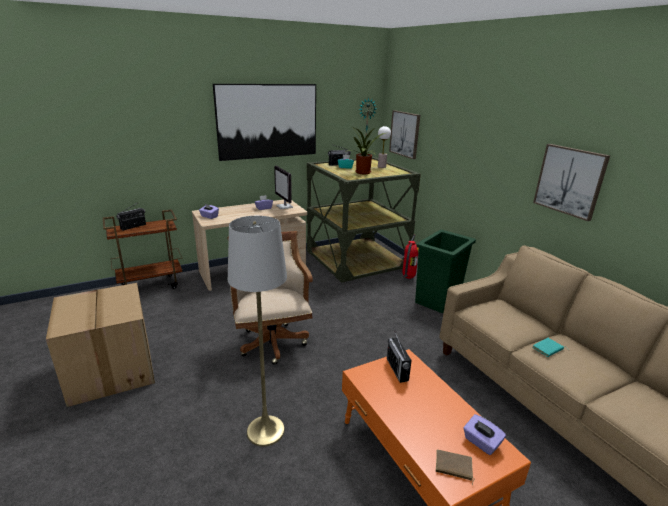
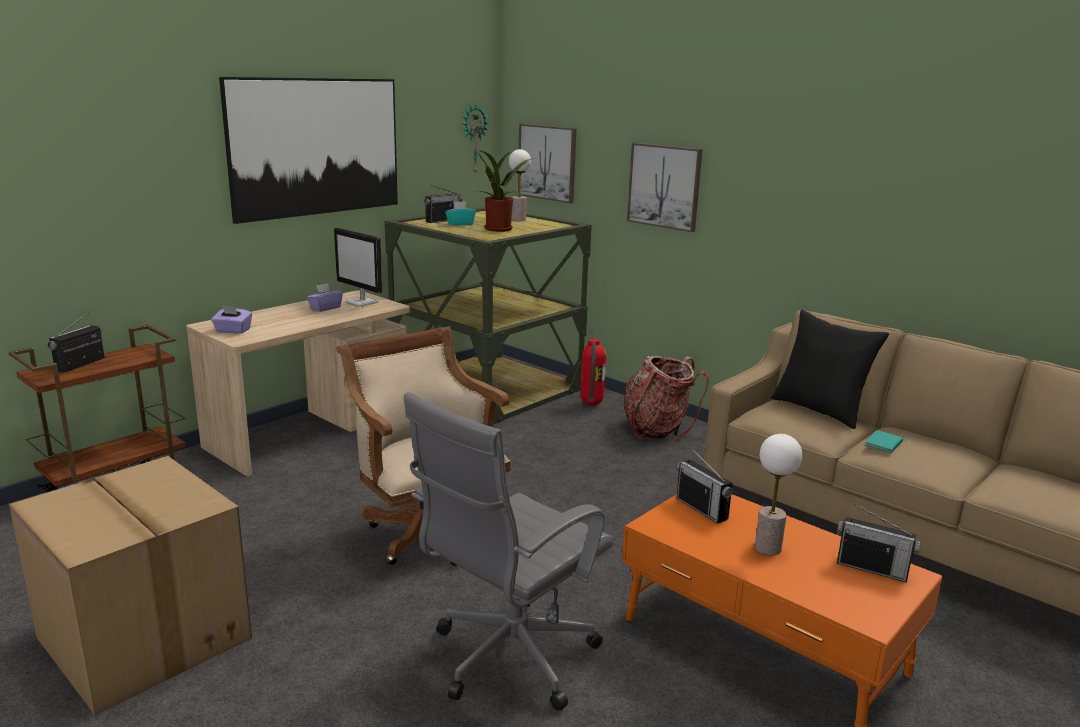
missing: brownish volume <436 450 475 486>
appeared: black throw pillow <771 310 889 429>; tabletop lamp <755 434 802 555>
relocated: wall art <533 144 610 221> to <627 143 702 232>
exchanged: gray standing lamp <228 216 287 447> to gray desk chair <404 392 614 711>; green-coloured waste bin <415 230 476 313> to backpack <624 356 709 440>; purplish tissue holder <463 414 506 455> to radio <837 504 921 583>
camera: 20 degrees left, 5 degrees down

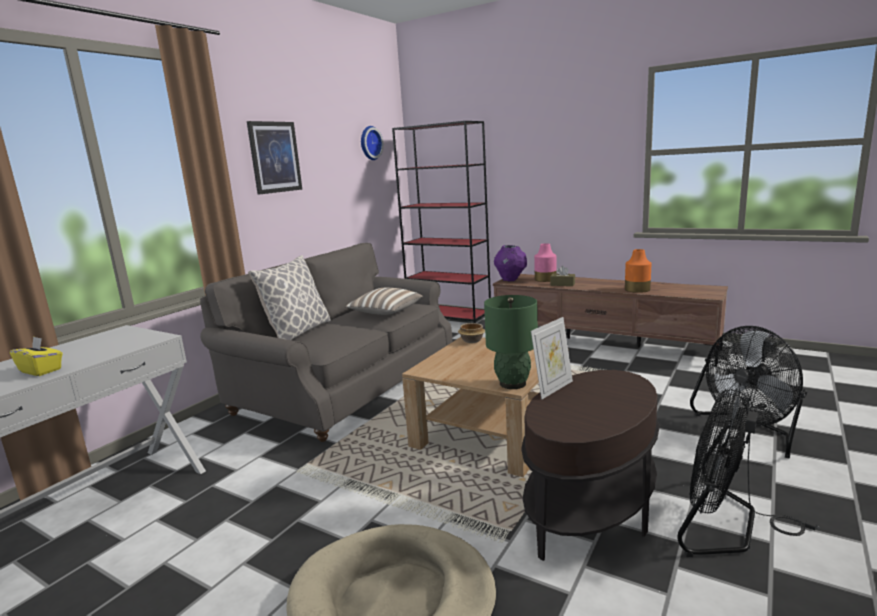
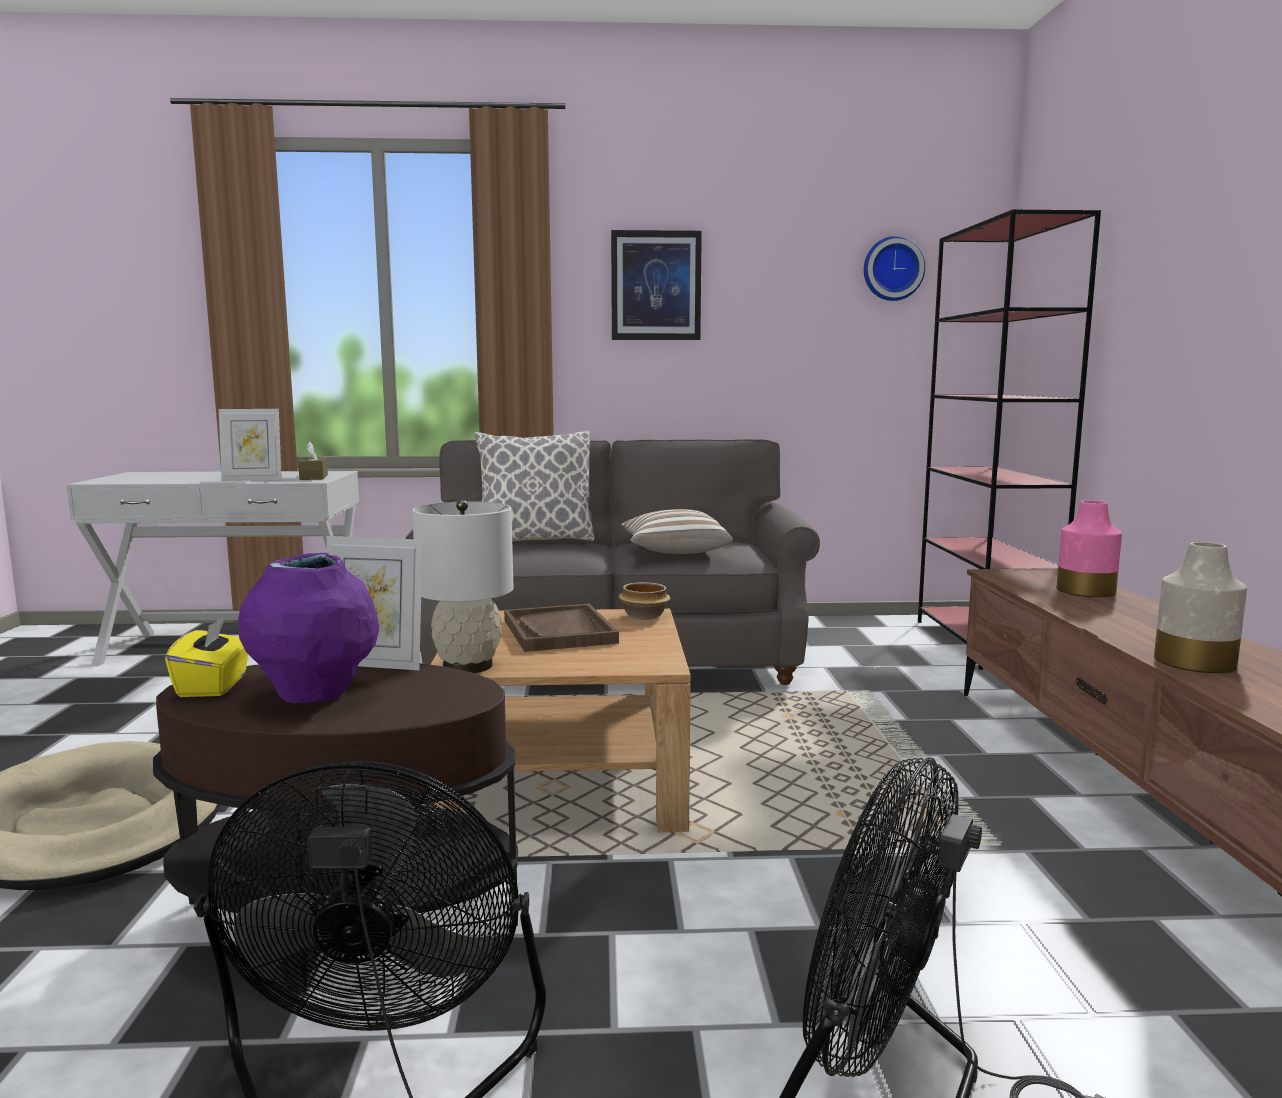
appeared: standing frame <219 409 281 481>; brownish tray <504 604 619 652>
relocated: purplish decorative vase <494 245 527 281> to <238 553 379 703>; brownish tissue holder <550 266 575 286> to <298 442 328 480>; yellowish tissue holder <10 336 63 376> to <165 616 248 697>
colour: orange-coloured decorative vase <625 249 651 293> to sand-coloured decorative vase <1154 542 1247 673>; green-coloured tabletop lamp <484 295 538 389> to whitish tabletop lamp <412 500 514 673>
camera: 55 degrees right, 5 degrees down

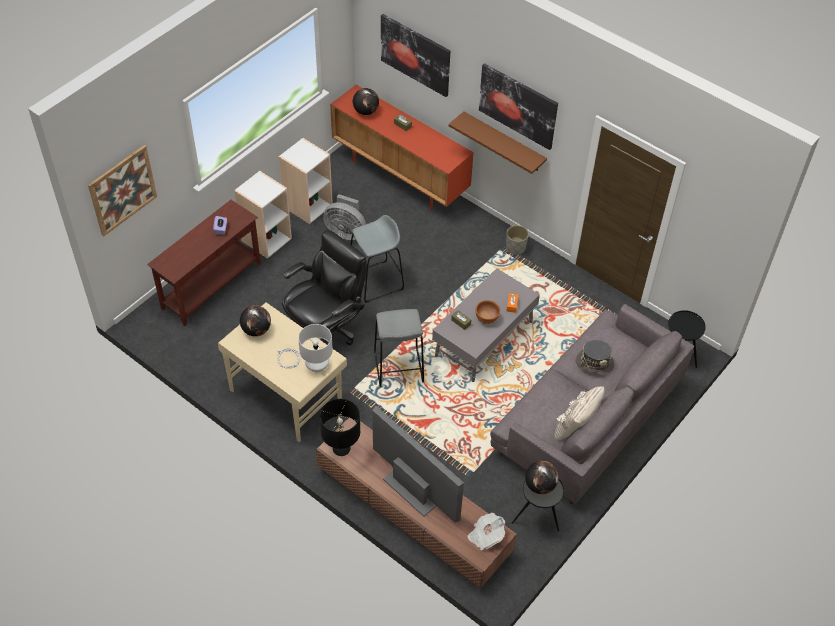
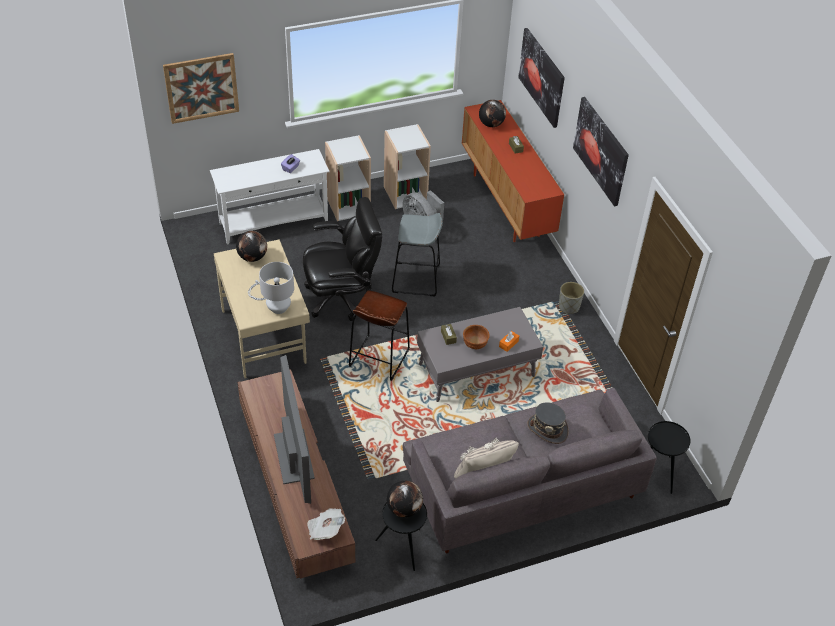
missing: brownish shelf <449 112 547 174>; black tabletop lamp <320 399 360 456>
colour: brownish console table <147 200 261 326> to whitish console table <210 149 330 245>; gray stool seat <374 309 424 387> to brownish stool seat <349 290 410 381>
camera: 30 degrees right, 5 degrees down

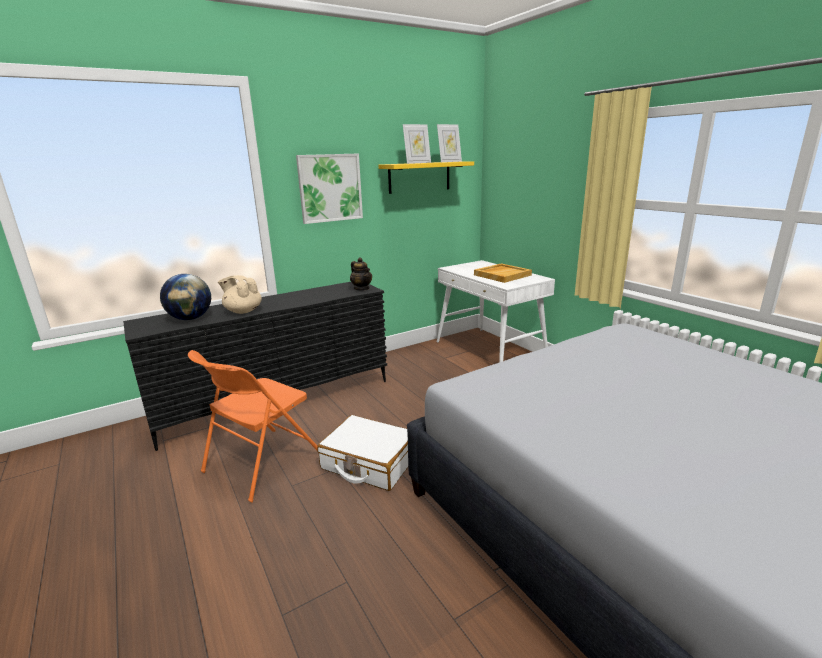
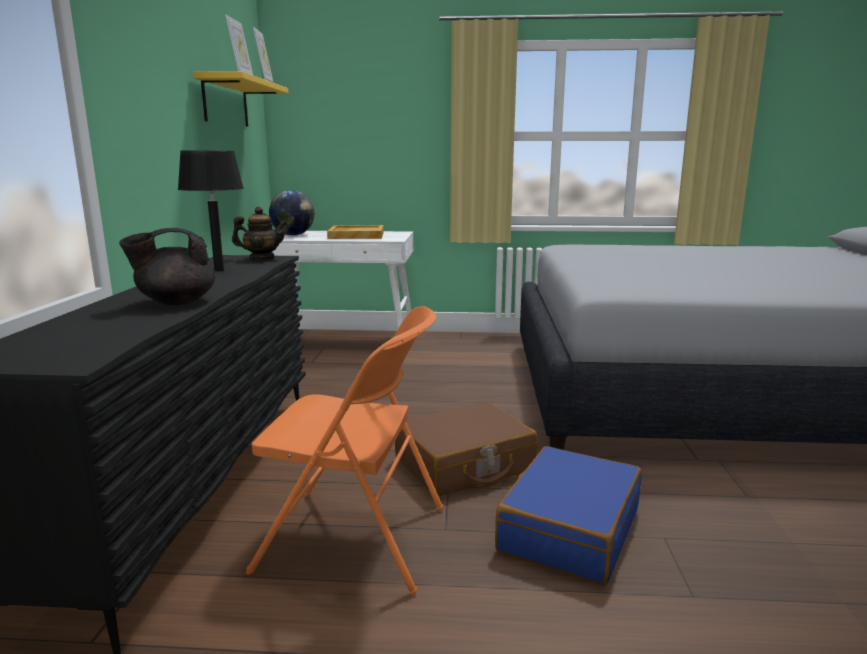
missing: wall art <296 153 363 224>
appeared: black tabletop lamp <178 151 244 271>; bluish travel case <495 446 642 585>
relocated: world globe <160 274 211 320> to <269 190 314 236>
colour: sand-coloured teapot <218 275 262 314> to black teapot <119 228 215 305>; whitish travel case <317 415 408 491> to brownish travel case <395 402 537 496>
spun: orange-coloured plain chair <188 350 317 503> = <246 306 443 597> 60 degrees counterclockwise
camera: 55 degrees left, 5 degrees down

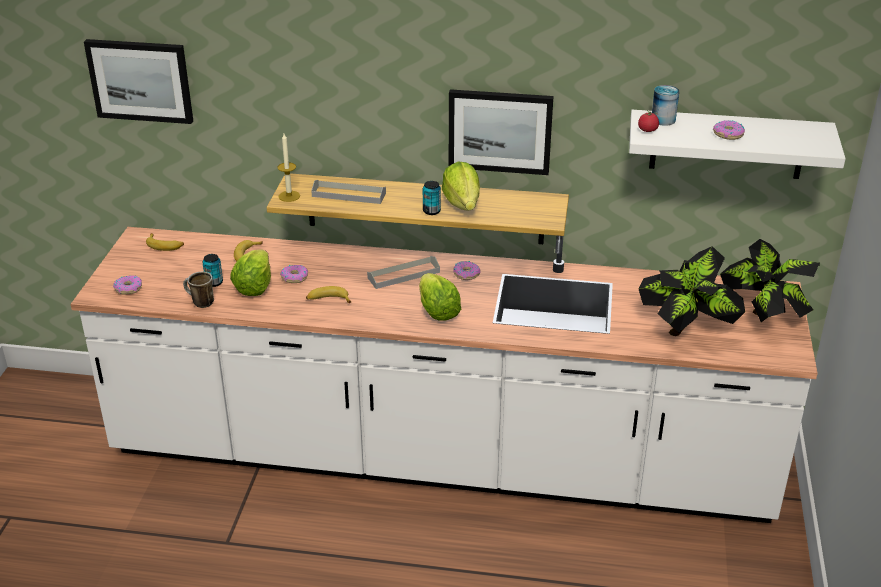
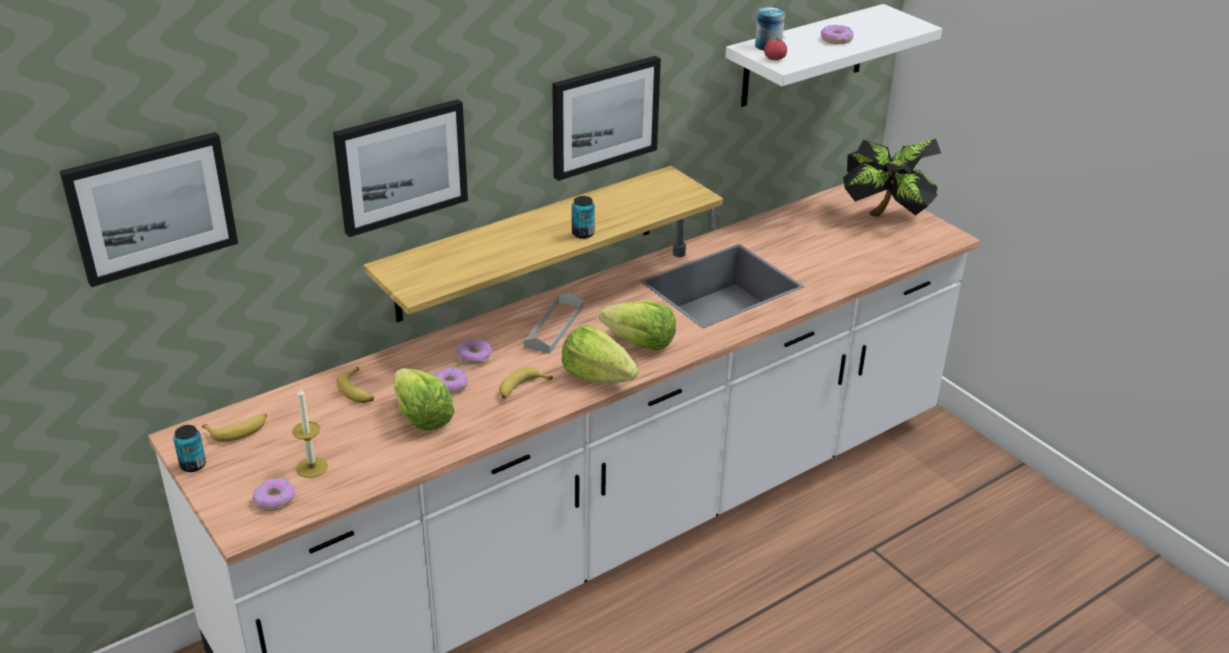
missing: gray tray <311 180 386 204>; plant in a pot <638 246 745 336>; coffee mug <183 272 214 308>
appeared: wall art <333 99 468 237>
relocated: wax light <277 134 300 202> to <292 386 328 478>; head of lettuce <442 161 480 210> to <561 325 639 383>; sealed can <203 254 223 287> to <173 425 206 472>; donut <453 261 481 280> to <456 340 492 365>
camera: 45 degrees left, 0 degrees up

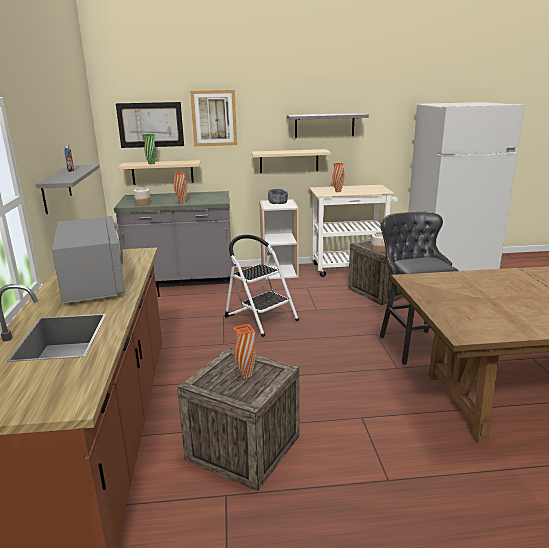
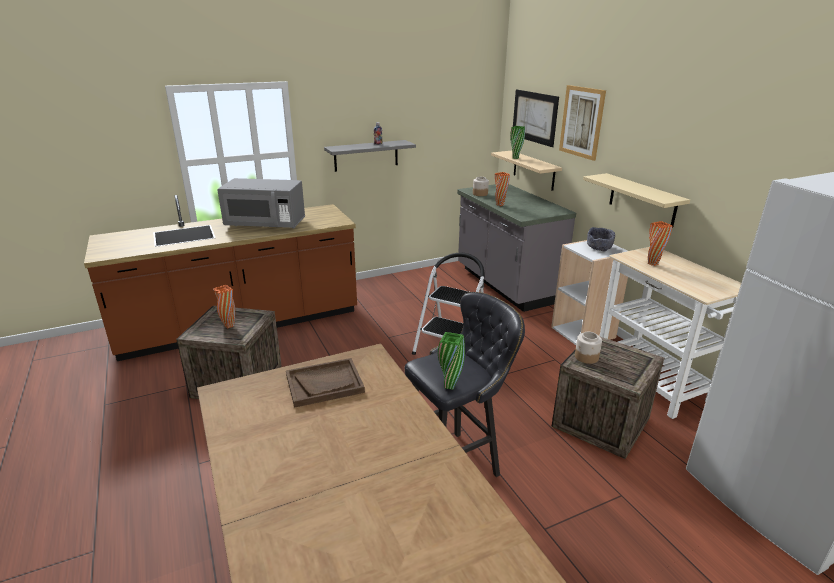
missing: gray shelf <287 113 369 138>
appeared: green-coloured decorative vase <438 332 465 390>; brownish tray <286 358 365 408>
spun: gray microwave oven <52 216 125 304> = <218 178 305 229> 45 degrees clockwise
camera: 70 degrees right, 5 degrees up

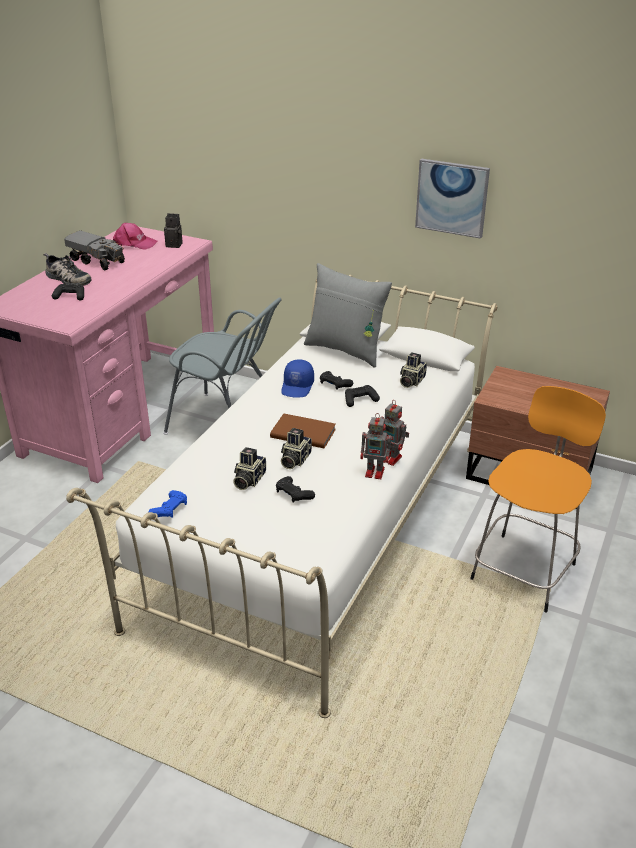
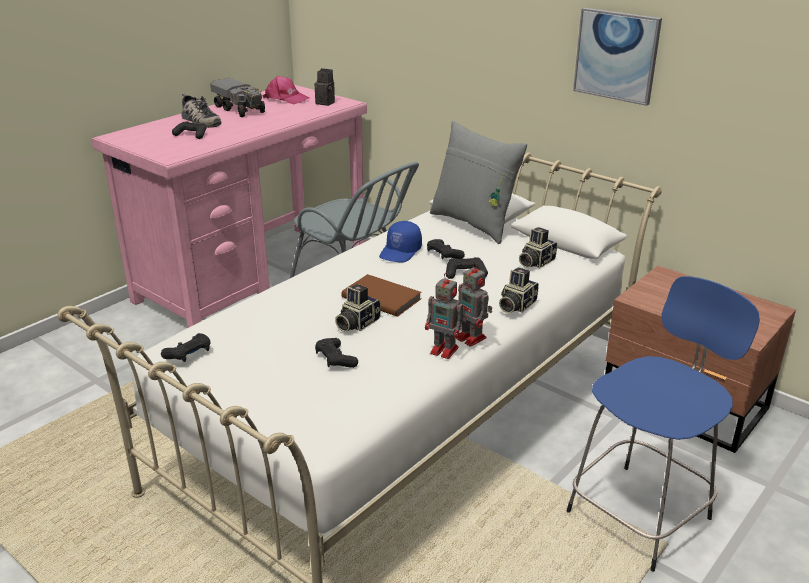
relocated: still camera <233 447 266 490> to <499 267 539 313>
colour: orange-coloured stool seat <470 386 606 613> to bluish stool seat <566 276 760 572>; bluish gamepad <148 490 187 518> to black gamepad <161 333 210 362>
camera: 15 degrees right, 5 degrees down

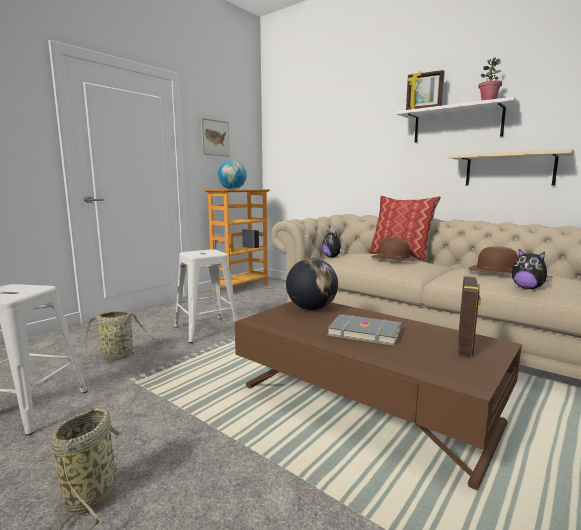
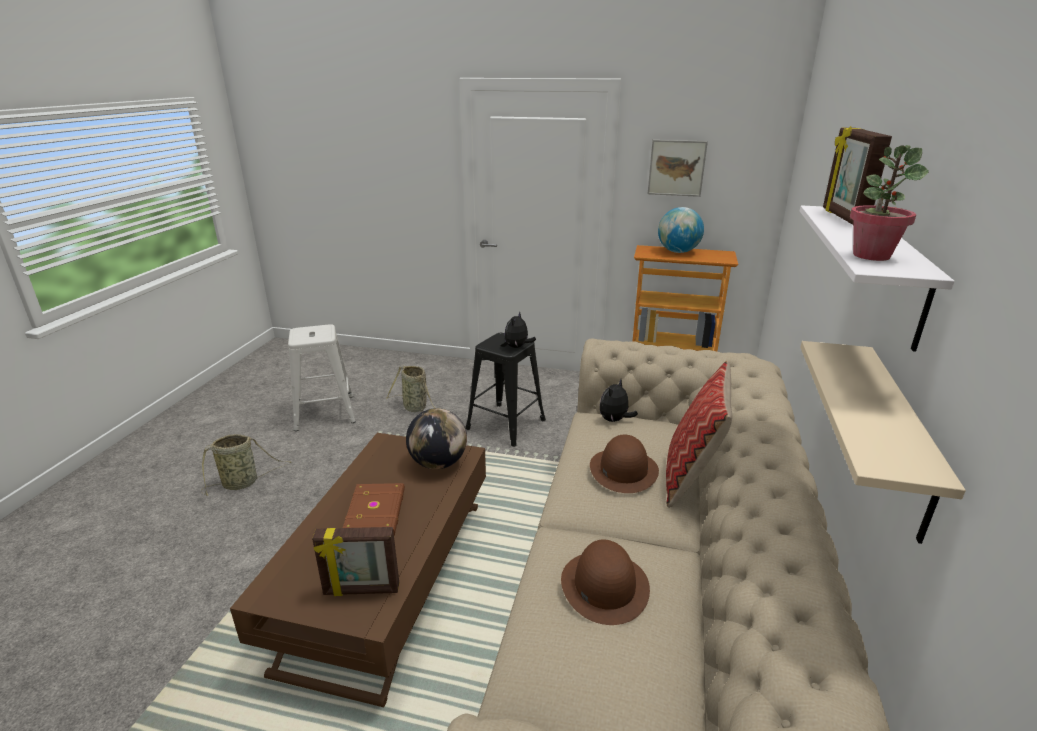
relocated: soft toy <512 249 553 289> to <504 311 536 348>
colour: whitish stool seat <174 249 238 343> to black stool seat <465 333 546 447>; gray volume <327 314 401 346> to brownish volume <343 483 405 535>
camera: 65 degrees right, 15 degrees up

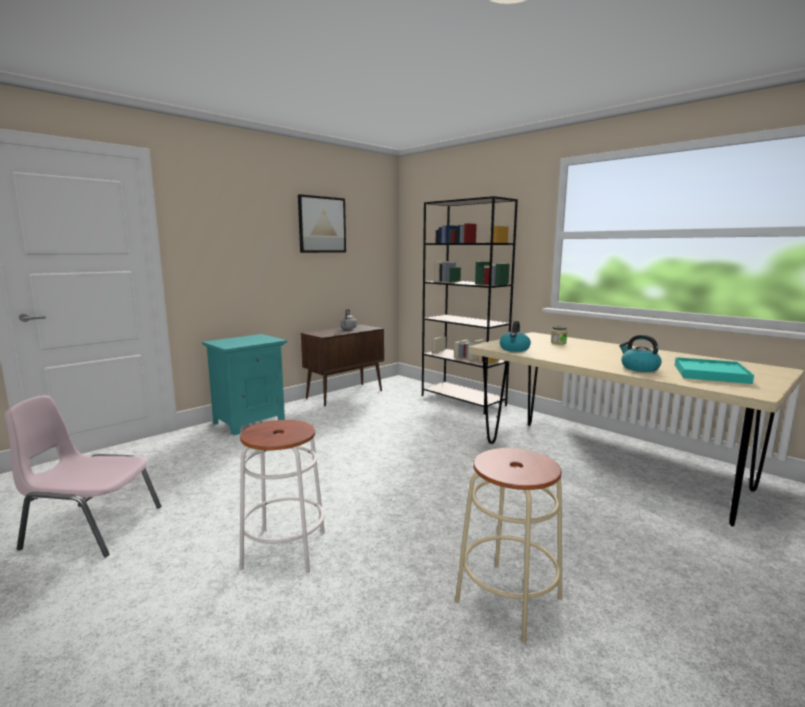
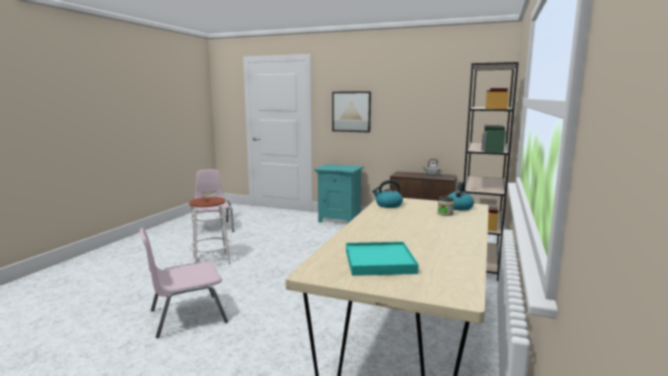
relocated: wall art <298 194 346 253> to <332 91 371 132>; kettle <619 335 661 372> to <447 182 474 211>
exchanged: sand-coloured stool seat <455 448 562 643> to pink plain chair <140 228 228 338>
camera: 65 degrees right, 0 degrees up

